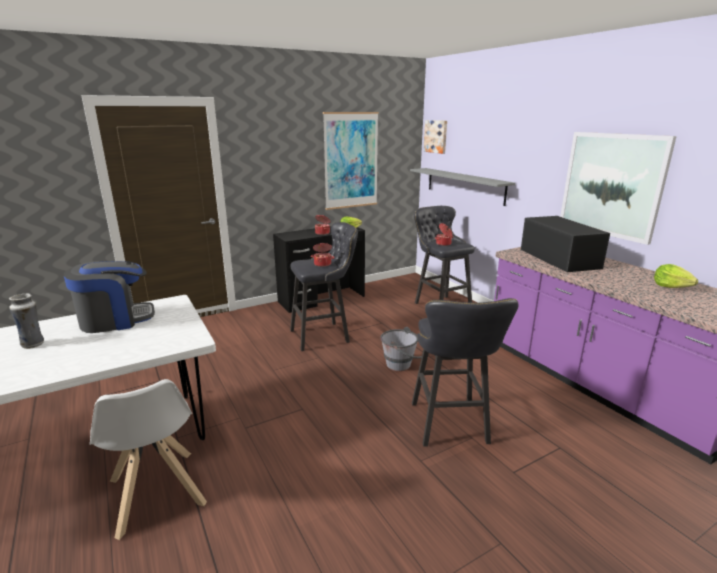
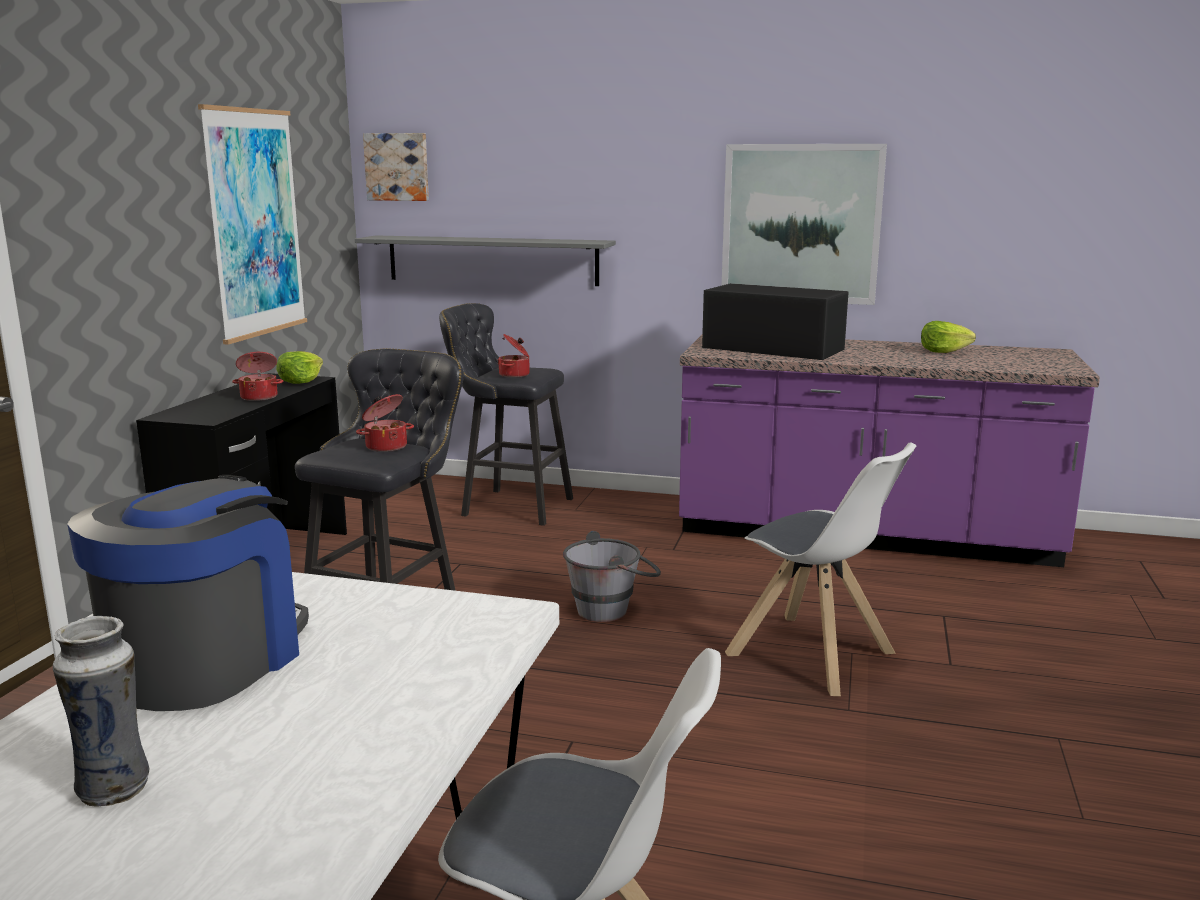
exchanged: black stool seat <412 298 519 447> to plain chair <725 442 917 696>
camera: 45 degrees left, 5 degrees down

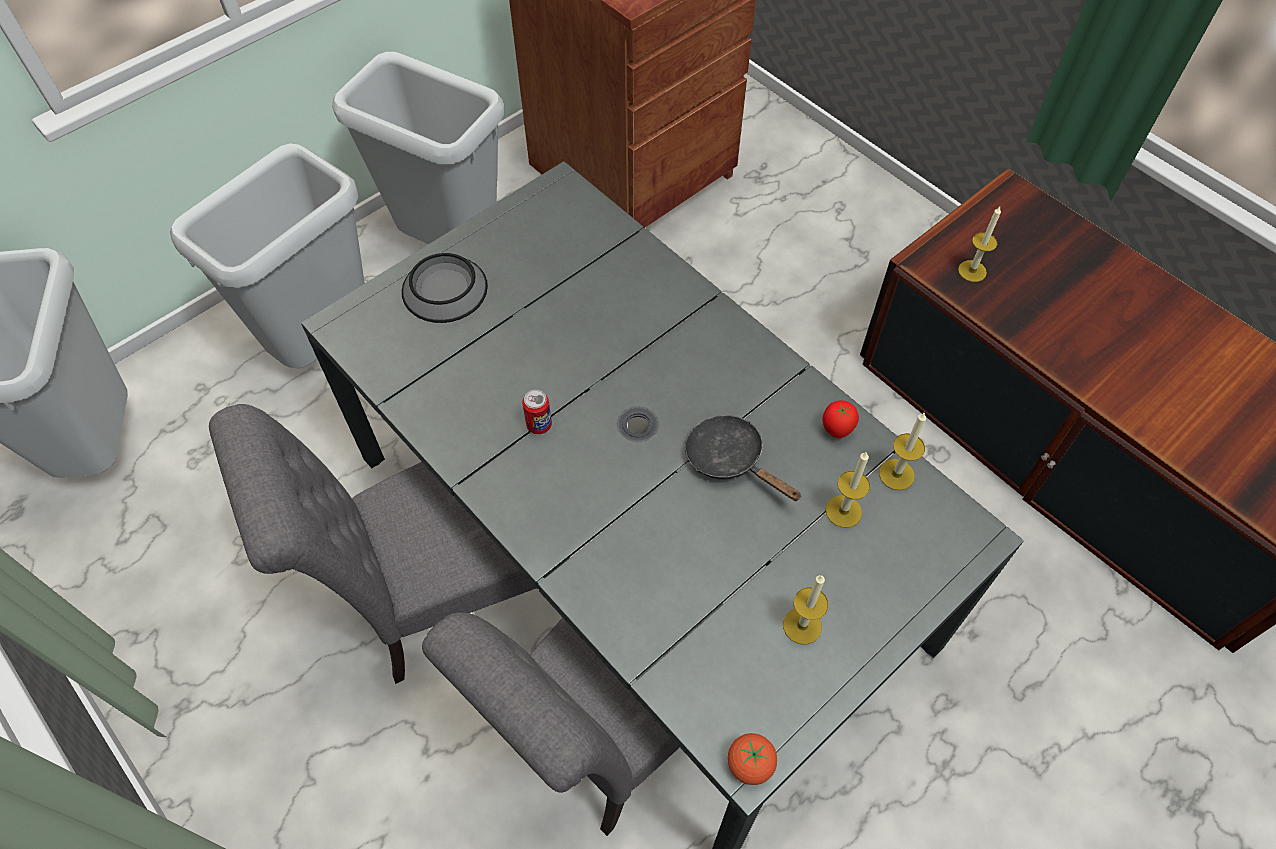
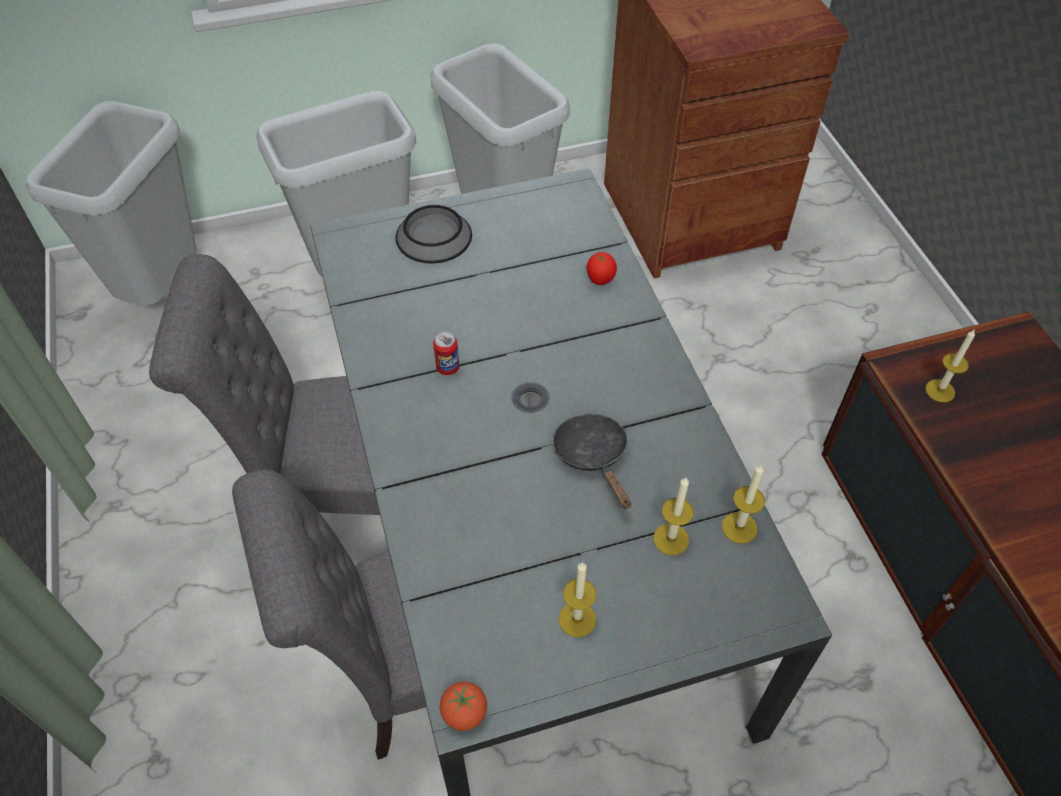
relocated: fresh tomato <822 400 859 438> to <586 252 617 285>
camera: 25 degrees right, 5 degrees down

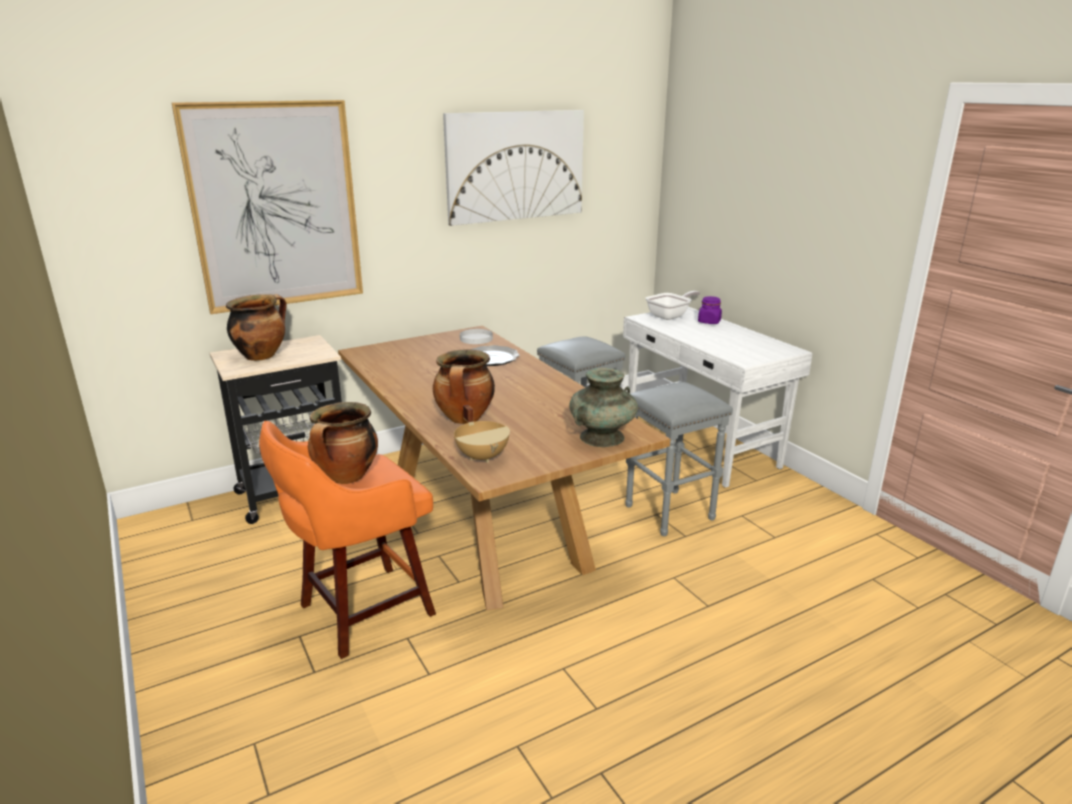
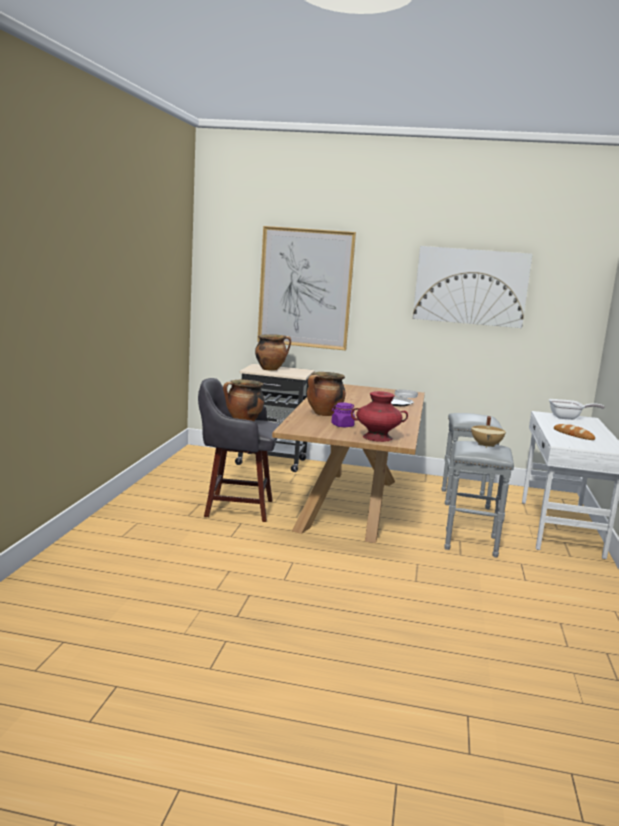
appeared: bread <554 424 595 440>
relocated: purplish storage jar <698 296 722 324> to <331 402 355 427>; sand-coloured saucepot <454 405 510 463> to <471 416 506 448>
colour: turquoise-coloured decorative vase <570 368 638 447> to red decorative vase <351 391 408 442>; orange-coloured stool seat <259 421 436 659> to gray stool seat <198 378 279 522>
camera: 40 degrees right, 10 degrees down

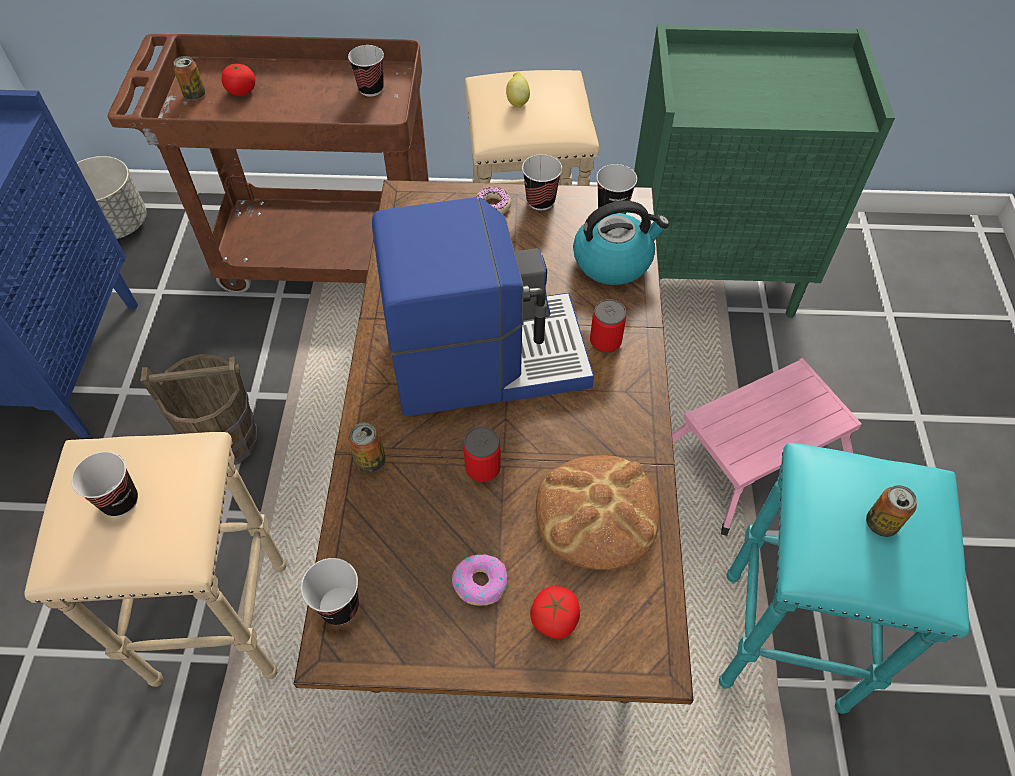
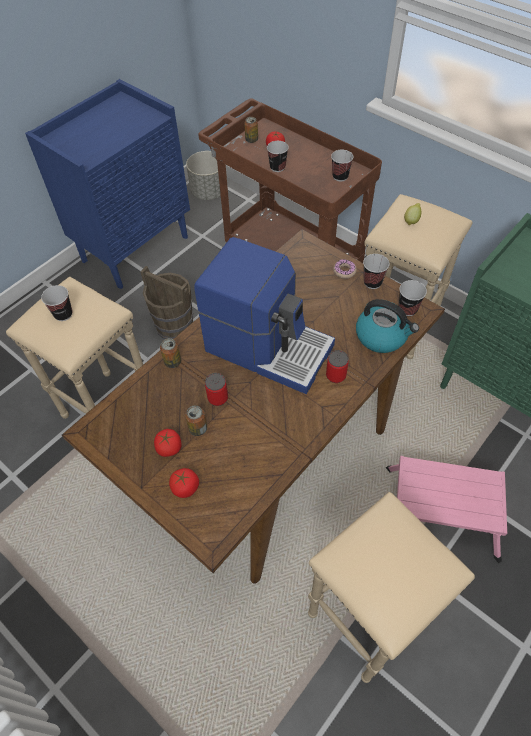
missing: bread <536 455 659 570>
relocated: sealed can <866 485 917 537> to <185 405 207 436>; cup <301 558 359 625> to <267 141 289 172>
exchanged: donut <452 554 507 606> to fresh tomato <154 429 181 457>
colour: turquoise-coloured stool seat <719 443 969 714> to sand-coloured stool seat <308 492 475 683>
camera: 40 degrees right, 0 degrees up

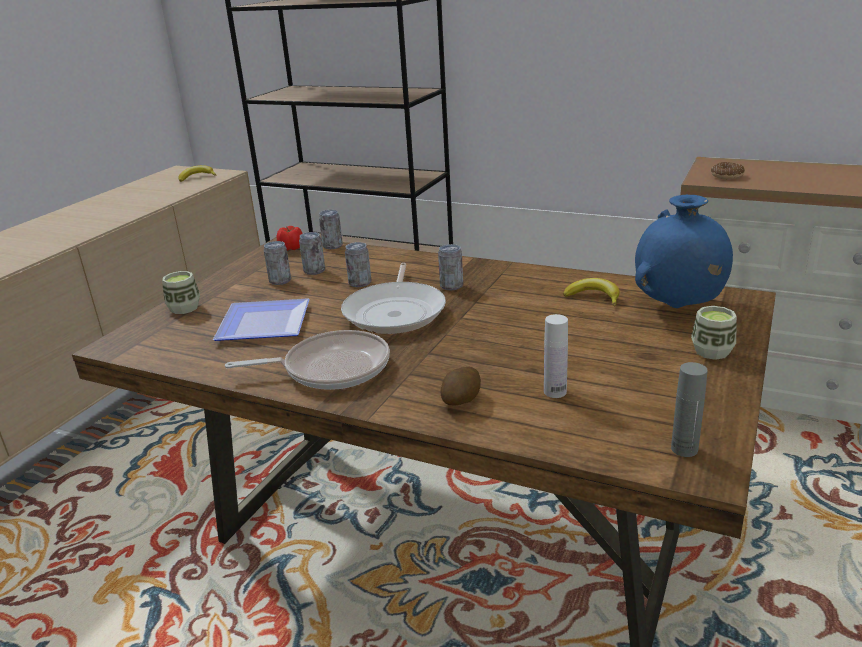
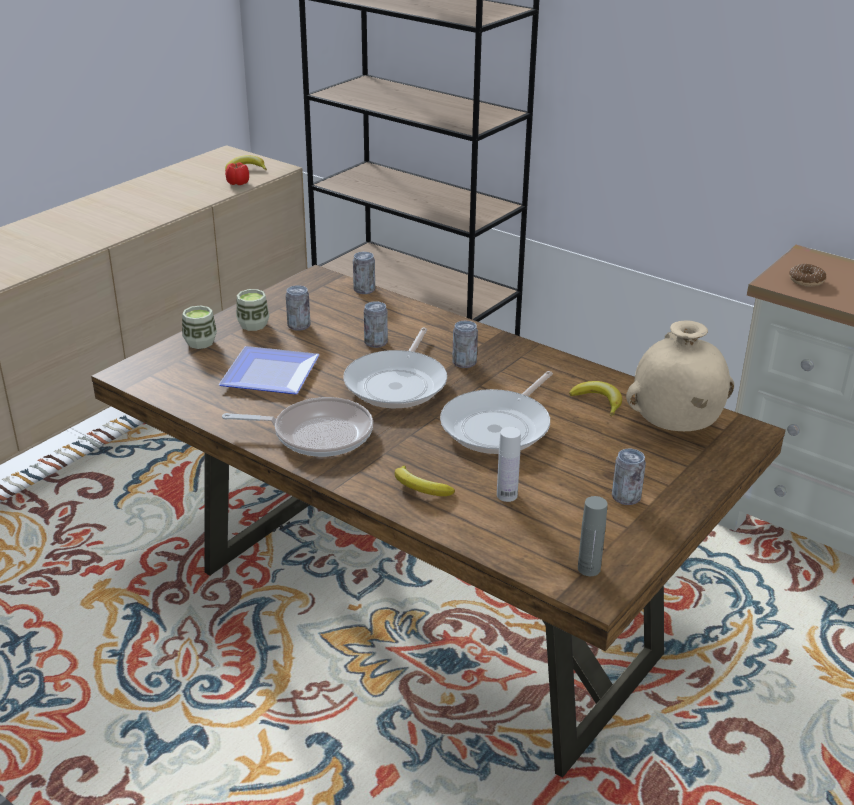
appeared: frying pan <440 371 553 454>
relocated: fresh tomato <277 226 303 251> to <225 163 249 185>; sealed can <299 232 325 275> to <612 449 646 505>; cup <691 306 737 360> to <236 289 270 331>
exchanged: spud <441 366 481 406> to banana <395 465 455 496>
colour: bluish decorative vase <635 195 733 308> to sand-coloured decorative vase <626 320 734 431>
camera: 10 degrees right, 5 degrees up

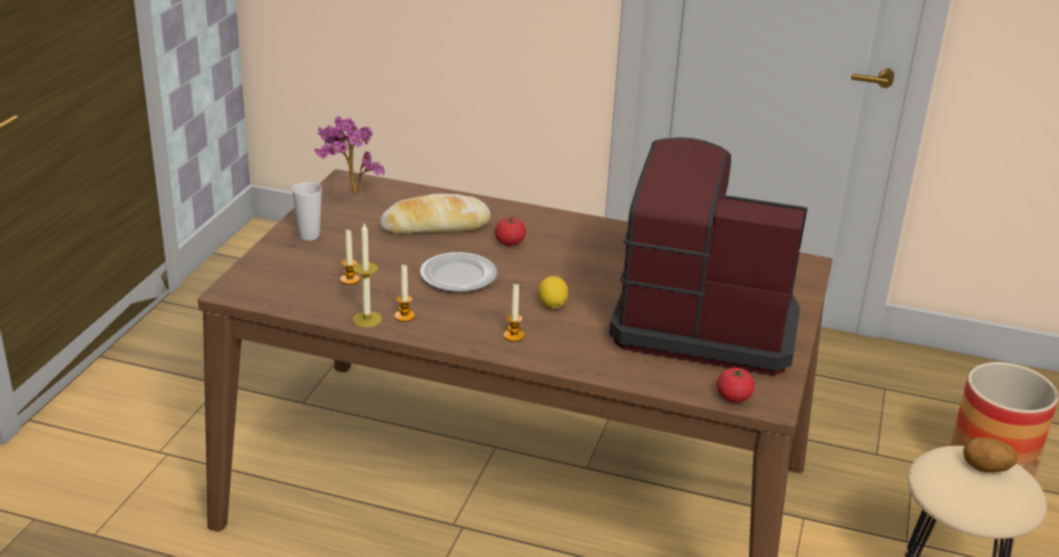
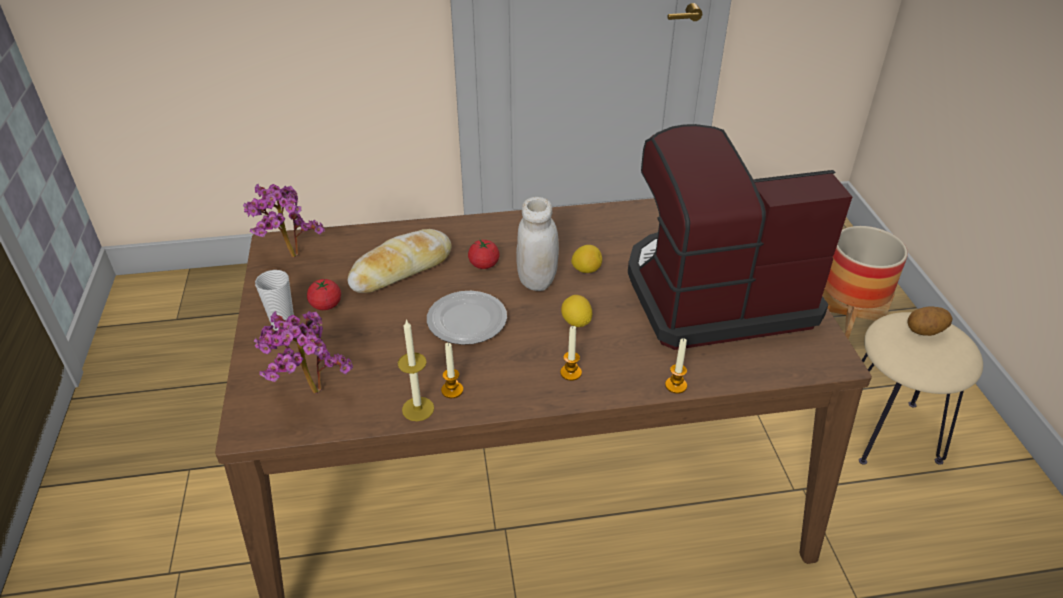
appeared: whitish storage jar <516 197 559 291>; whole lemon <571 245 602 273>; plant in a pot <254 311 353 394>
relocated: wax light <340 230 360 285> to <665 338 687 394>; fresh tomato <717 368 755 403> to <307 279 341 310>
camera: 25 degrees left, 10 degrees up

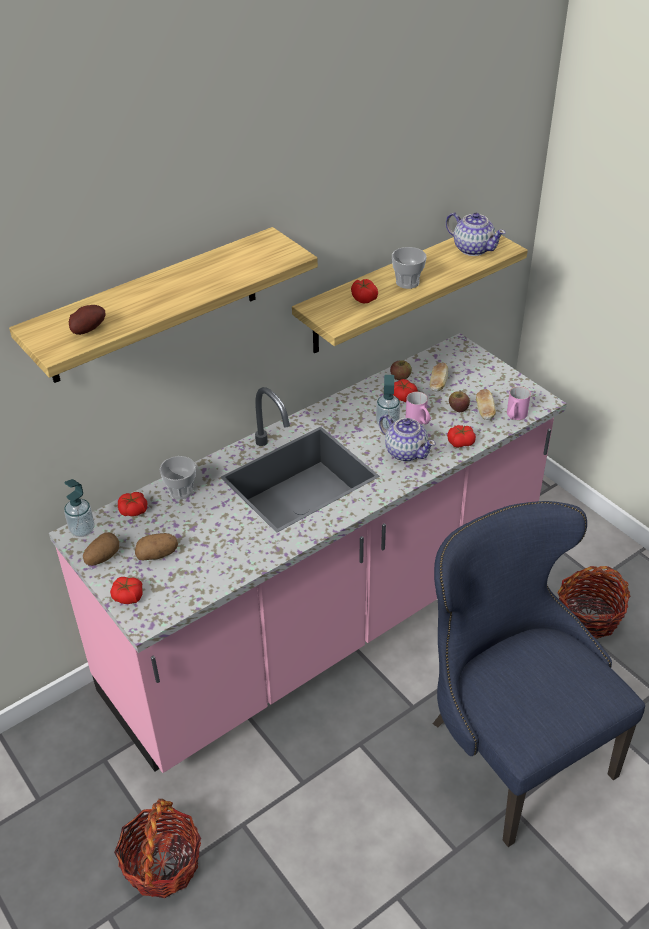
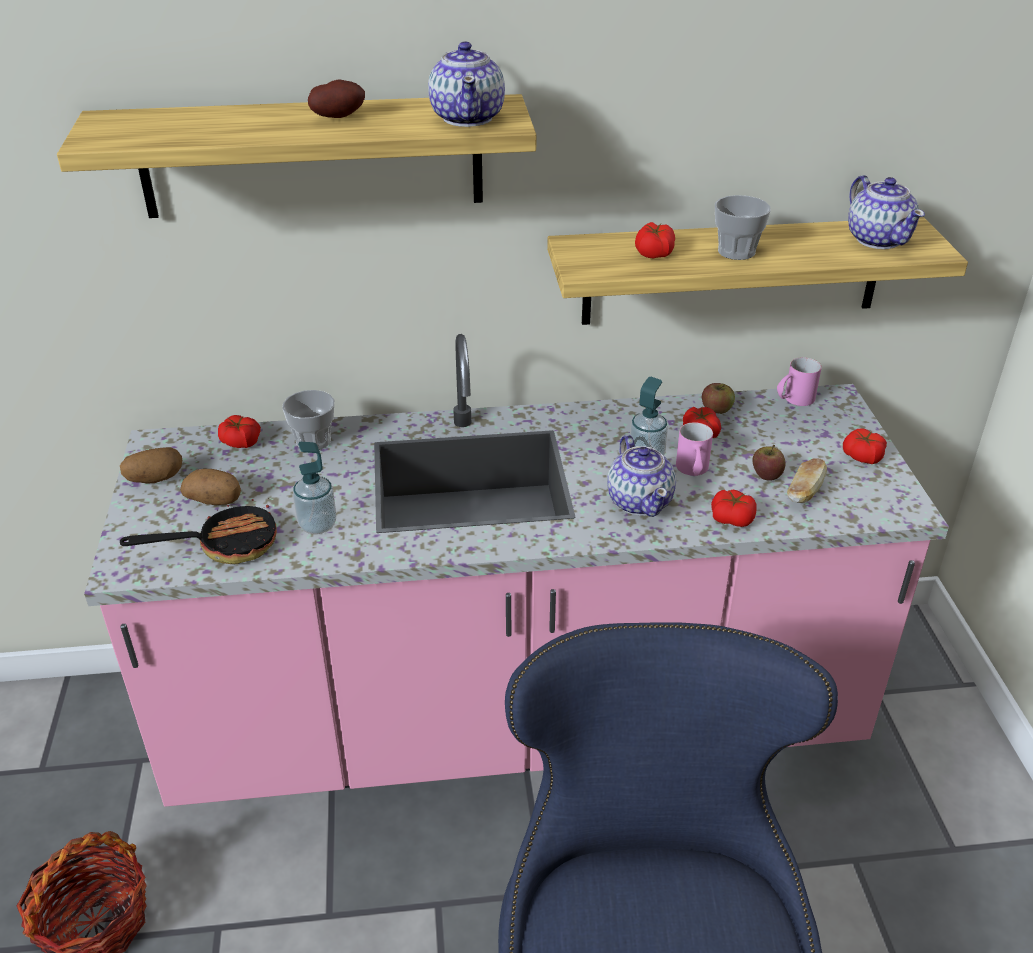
missing: bread <430 363 448 392>; storage basket <558 566 630 639>
appeared: teapot <428 42 505 127>; frying pan <120 498 277 564>
relocated: spud <69 305 105 335> to <308 79 365 118>; pink coffee mug <507 386 531 420> to <777 357 822 406>; soap dispenser <64 479 95 537> to <293 442 336 534>; fresh tomato <110 577 143 604> to <843 429 887 464>
camera: 30 degrees right, 5 degrees down

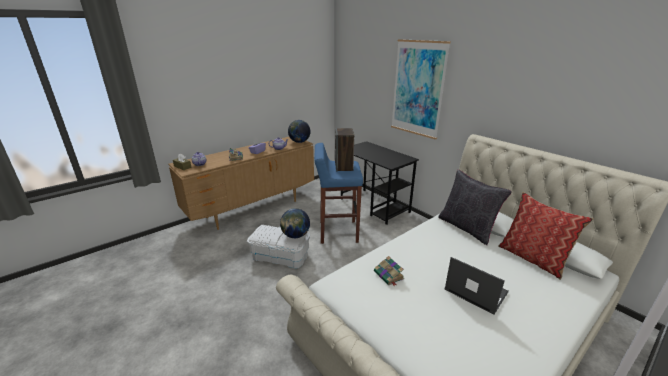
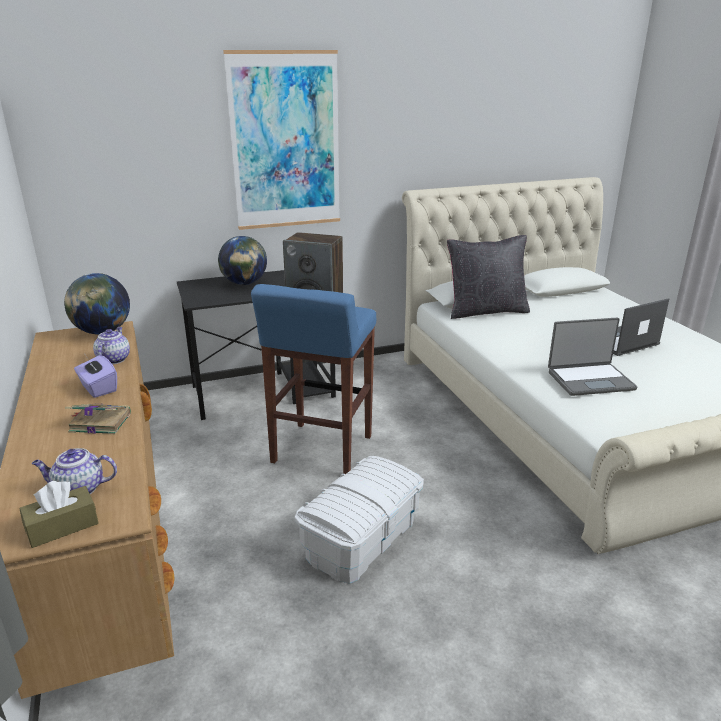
missing: throw pillow <498 192 594 280>
relocated: world globe <280 208 310 238> to <218 236 267 285>
exchanged: volume <374 256 404 287> to portable computer <548 318 637 396>
camera: 70 degrees left, 0 degrees up

